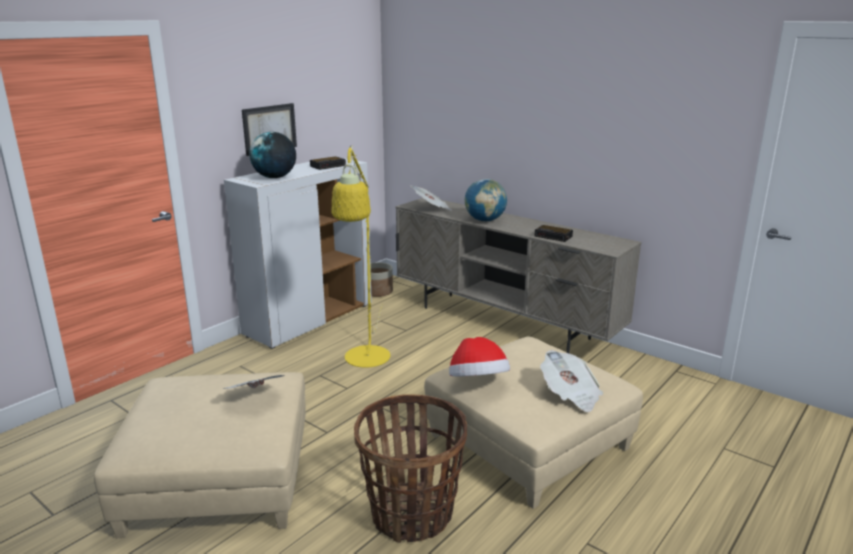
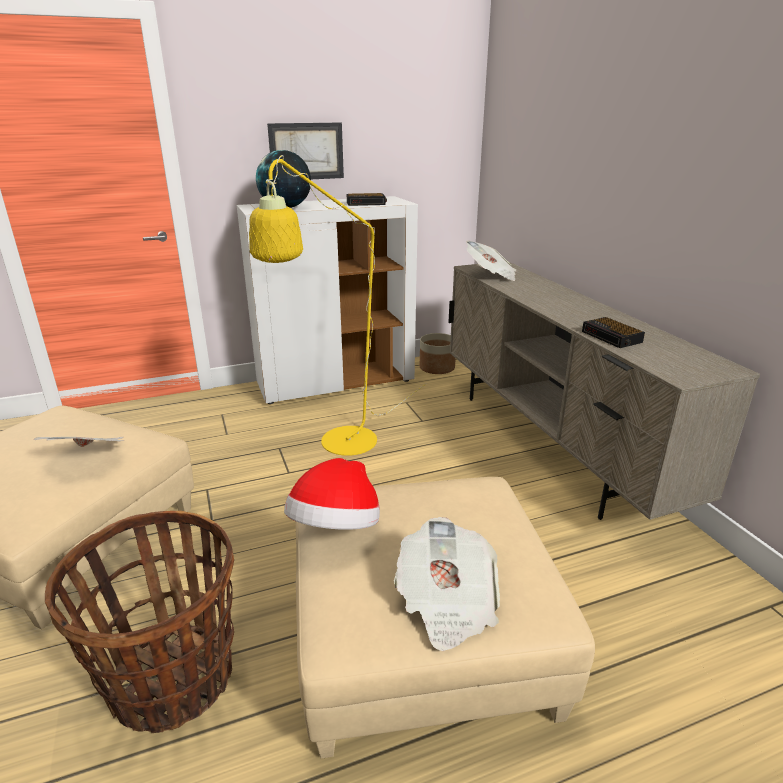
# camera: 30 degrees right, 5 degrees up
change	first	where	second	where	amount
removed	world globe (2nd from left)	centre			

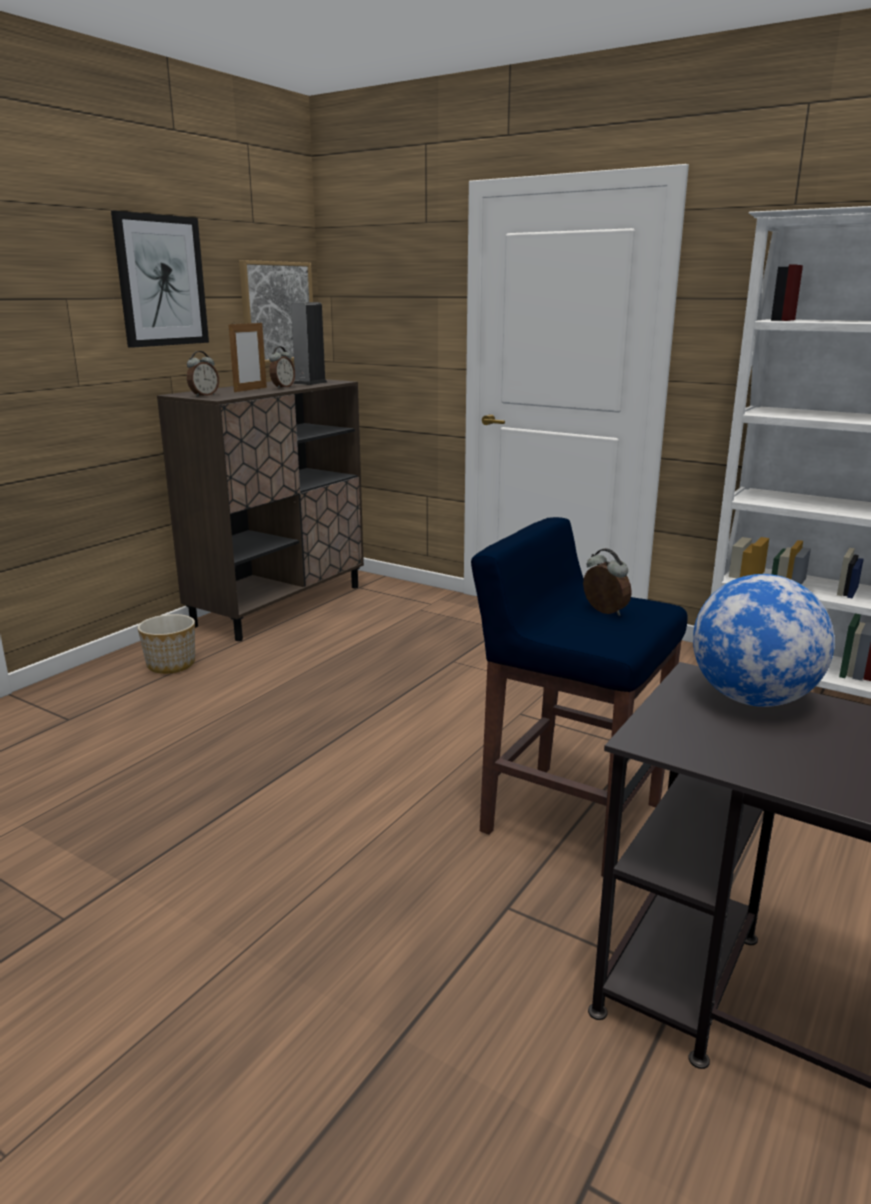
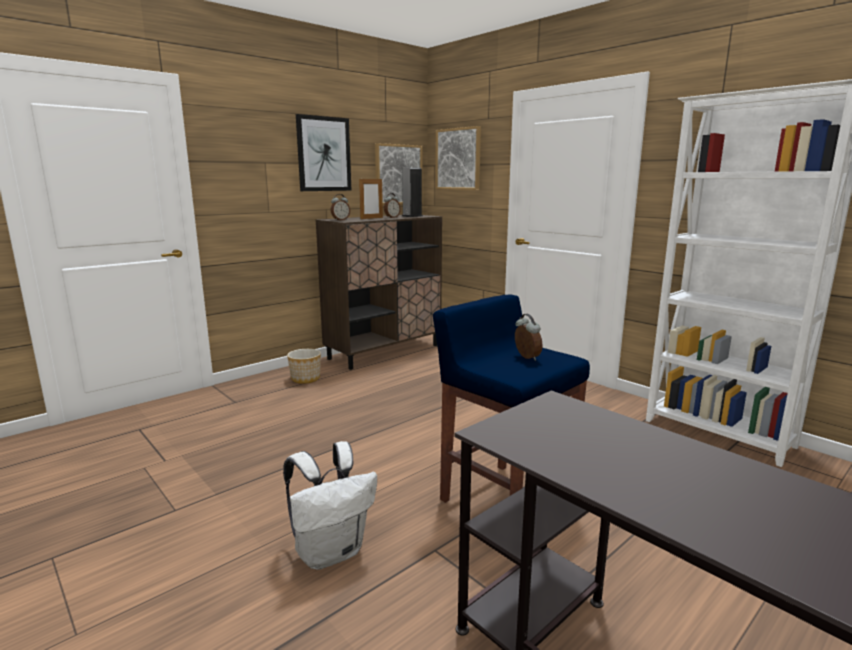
# camera: 15 degrees right, 5 degrees down
change	first	where	second	where	amount
removed	world globe	middle right			
added			picture (3rd from left)	top centre	
added			whitish backpack	bottom centre	

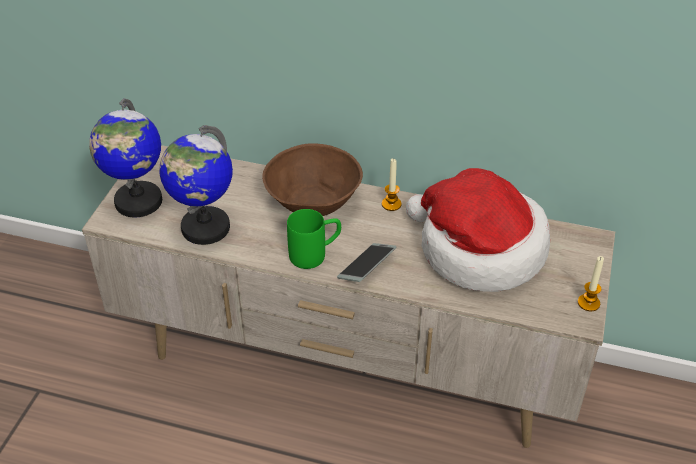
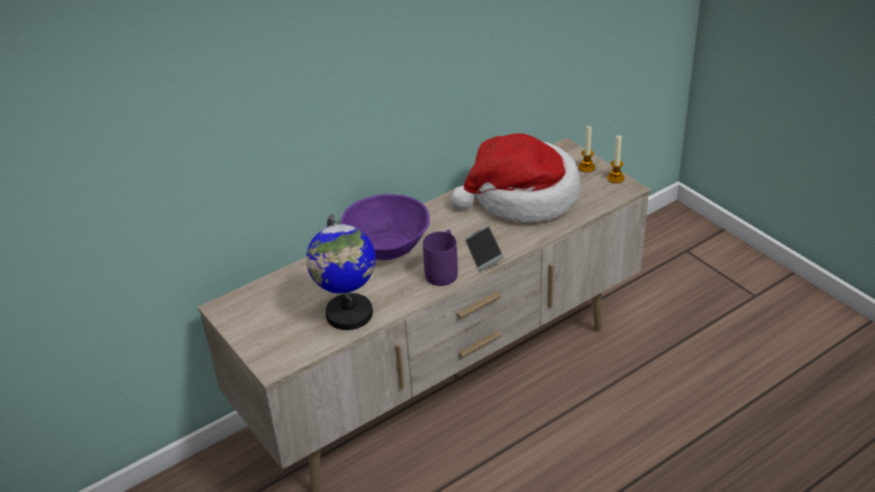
# camera: 50 degrees left, 5 degrees down
change	first	where	second	where	amount
removed	world globe (1st from left)	middle left			
recoloured	brown bowl	centre	purple bowl	centre	
moved	wax light (1st from left)	centre		top right	
recoloured	greenish coffee mug	centre	purple coffee mug	centre	

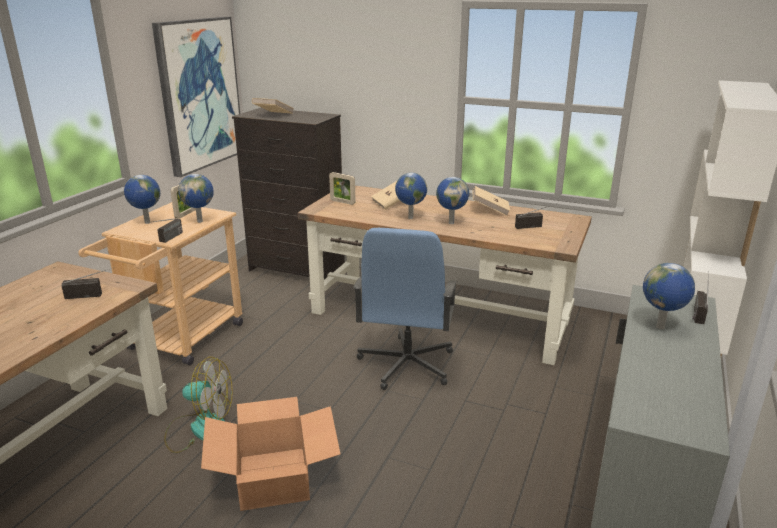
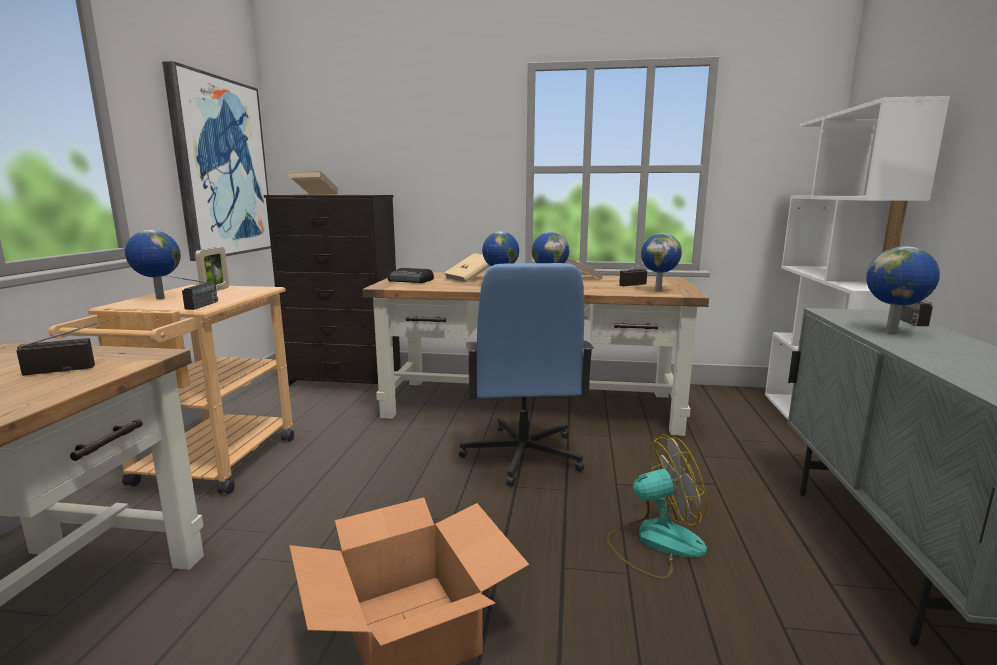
# camera: 15 degrees left, 10 degrees down
change	first	where	second	where	amount
replaced	standing frame (2nd from left)	centre	radio receiver (3rd from left)	centre	
moved	world globe (2nd from left in the first image)	middle left	world globe (4th from left)	centre	
moved	fan	bottom left		bottom centre	

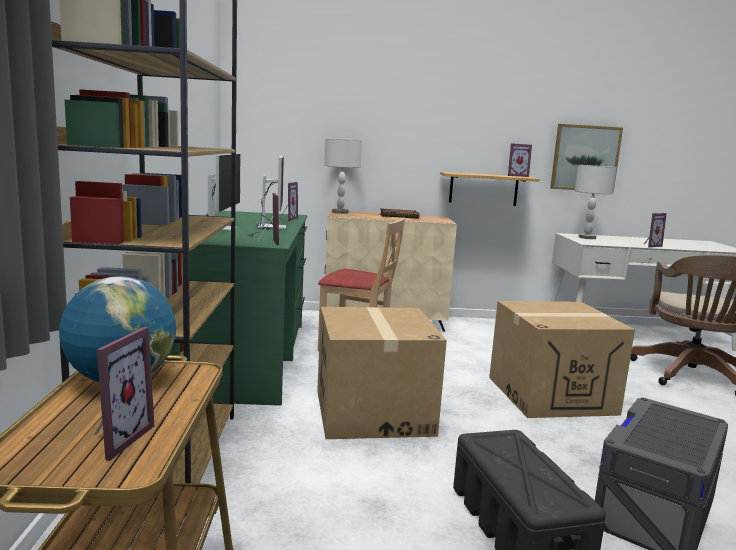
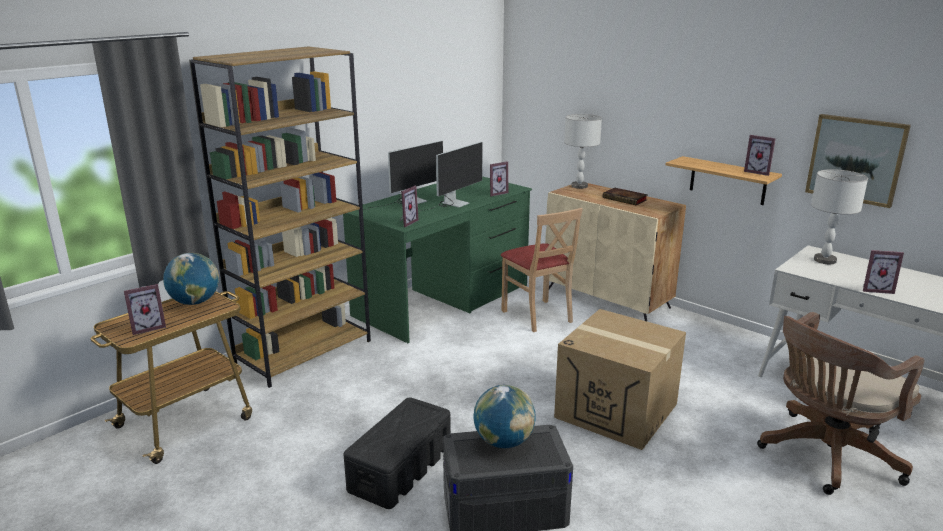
# camera: 45 degrees right, 10 degrees up
change	first	where	second	where	amount
removed	cardboard box (1st from left)	bottom centre			
added			world globe (2nd from left)	bottom centre	

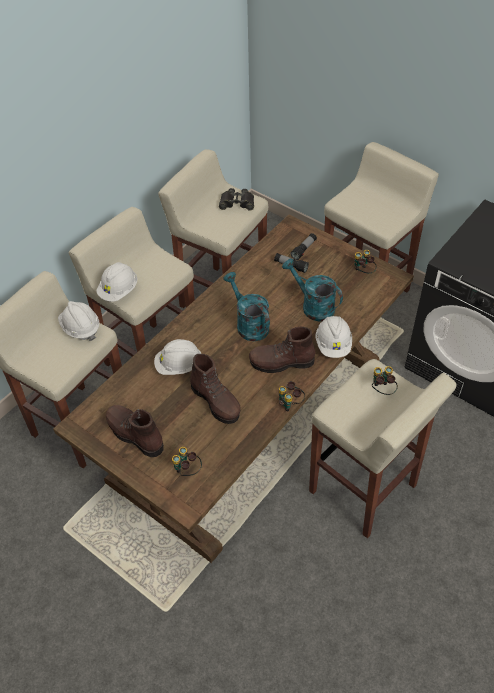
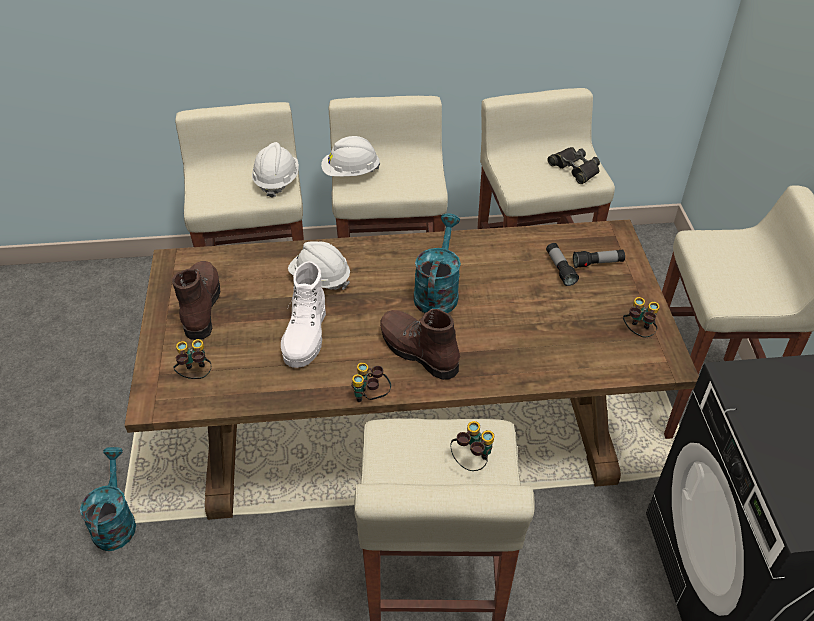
# camera: 45 degrees right, 5 degrees down
change	first	where	second	where	amount
moved	turquoise watering pot (2nd from left in the first image)	centre	turquoise watering pot (1st from left)	bottom left	
removed	whitish work helmet (4th from left)	middle right			
recoloured	brown high-top boot (2nd from left)	centre	whitish high-top boot	centre	

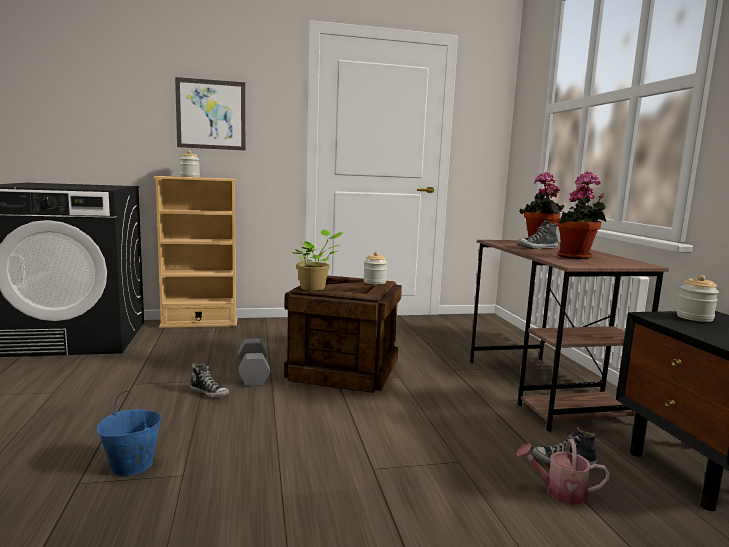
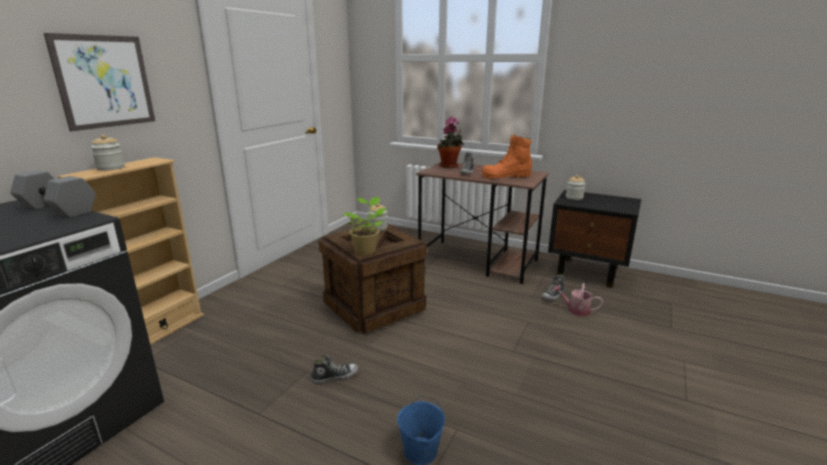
# camera: 50 degrees left, 10 degrees up
change	first	where	second	where	amount
replaced	houseplant (3rd from left)	middle right	orangey high-top boot	centre	
moved	greyish free weight	centre		middle left	
turned	watering pot	bottom right		middle right	60 degrees clockwise

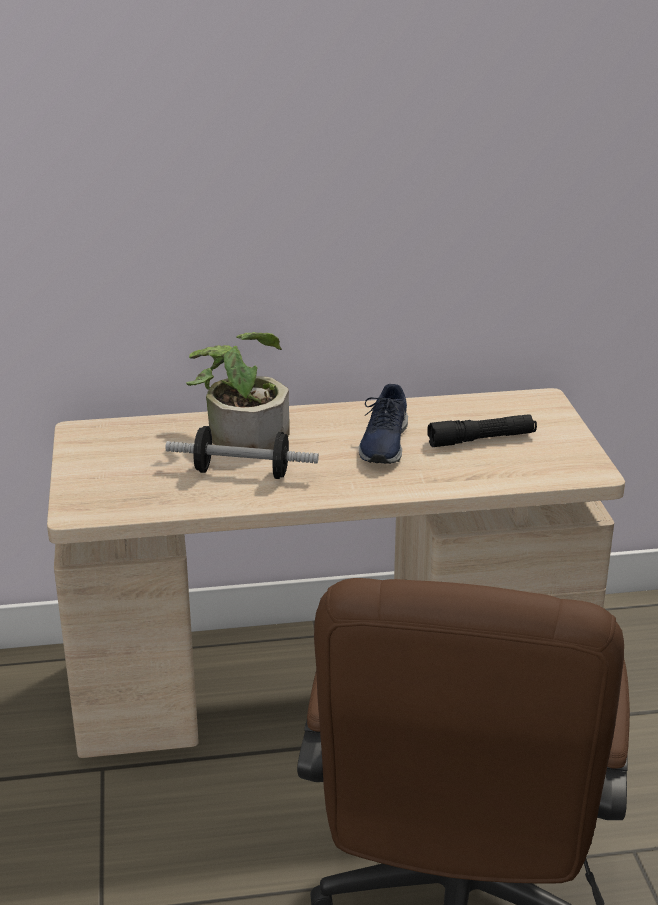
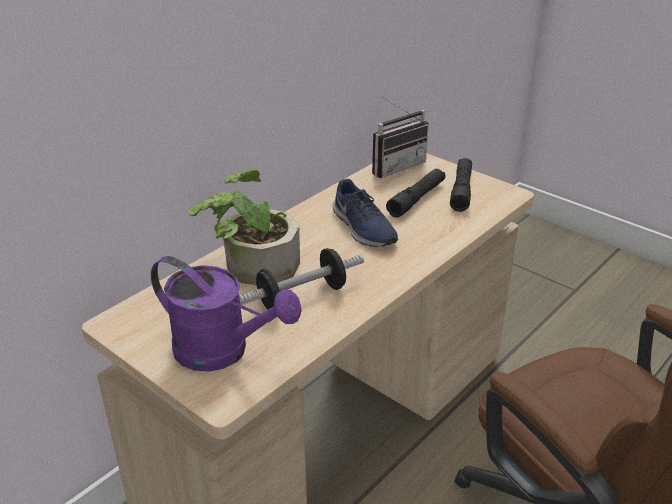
# camera: 40 degrees left, 5 degrees up
change	first	where	second	where	amount
added			radio receiver	top centre	
added			black hand torch (2nd from left)	middle right	
added			purple watering pot	centre	

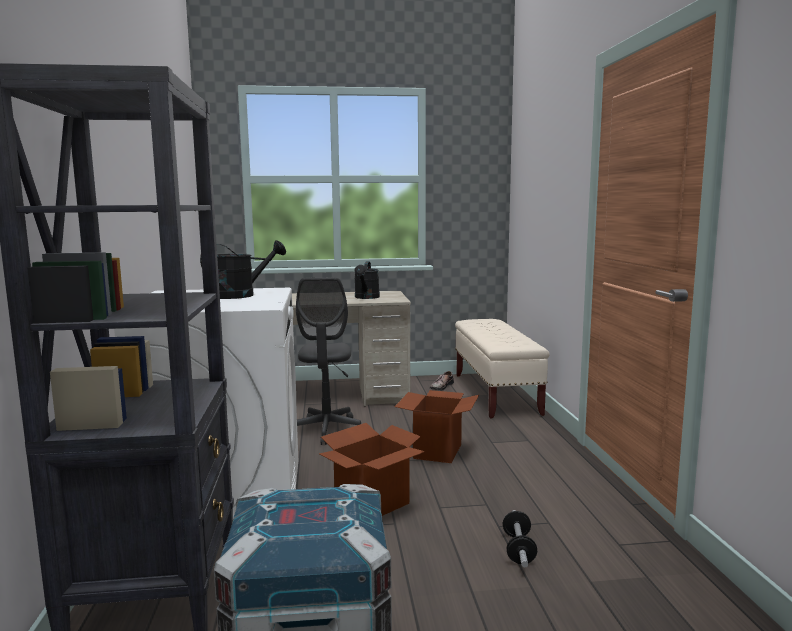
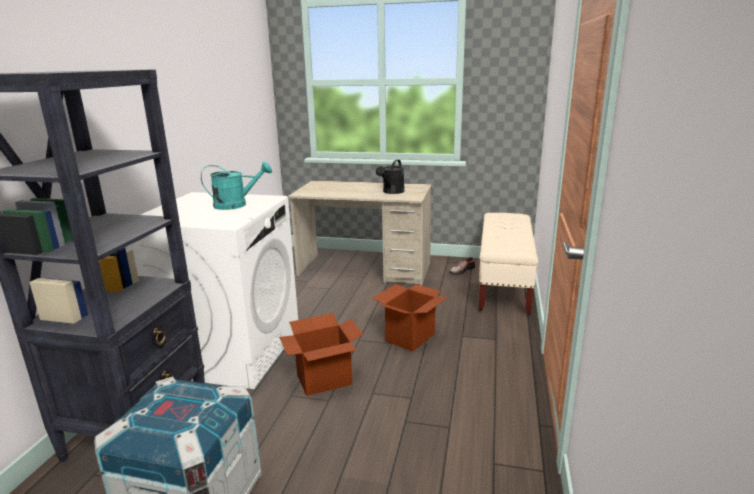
# camera: 20 degrees right, 10 degrees up
change	first	where	second	where	amount
recoloured	black watering pot (1st from left)	middle left	turquoise watering pot	middle left	
removed	greyish computer chair	centre			
removed	free weight	bottom centre			

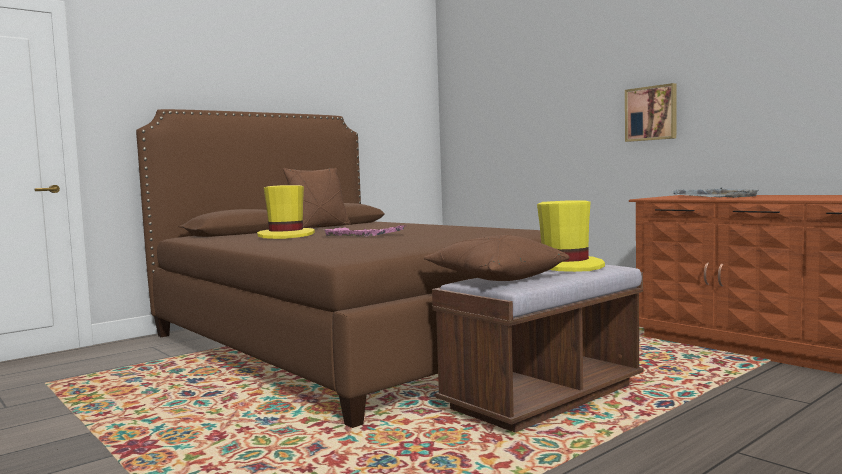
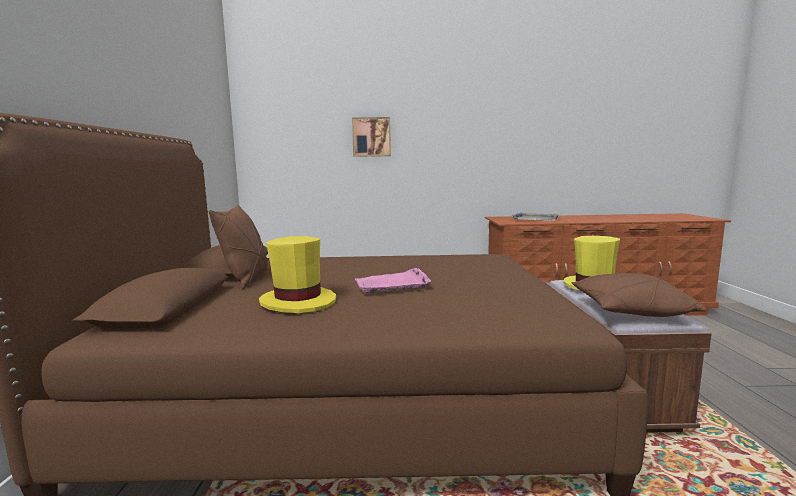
# camera: 50 degrees left, 5 degrees up
change	first	where	second	where	amount
moved	picture	top right		top centre	

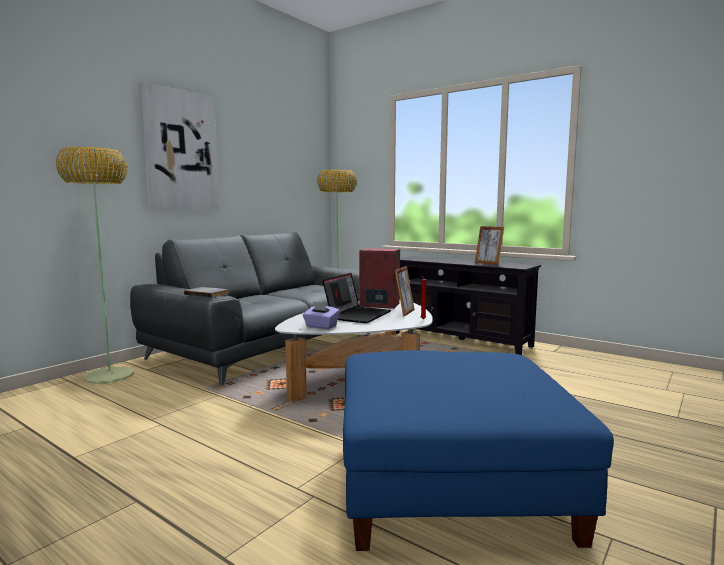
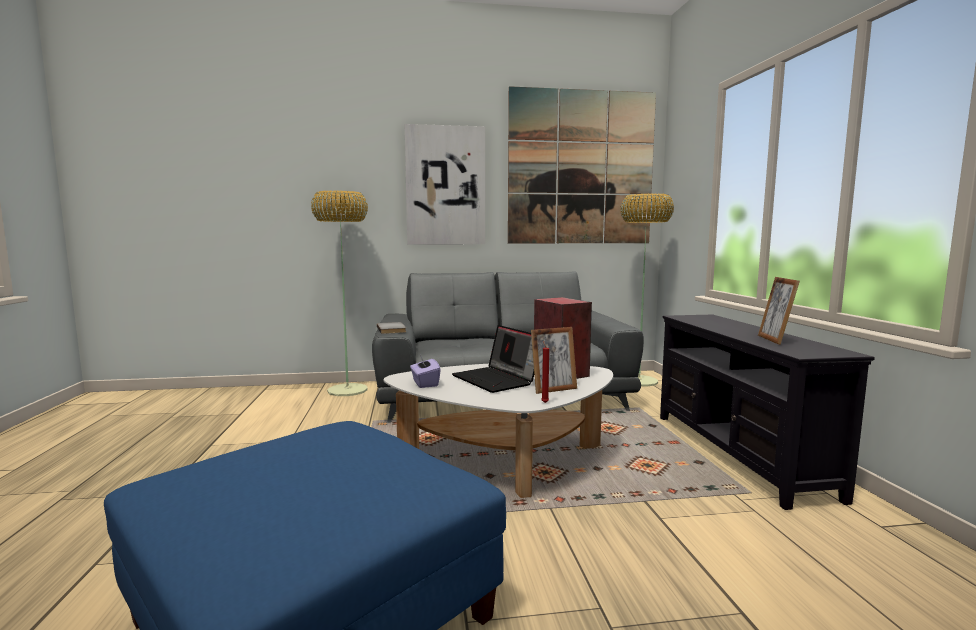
# camera: 45 degrees right, 0 degrees up
change	first	where	second	where	amount
turned	portable computer	centre		centre	75 degrees clockwise
added			picture (2nd from left)	top centre	

